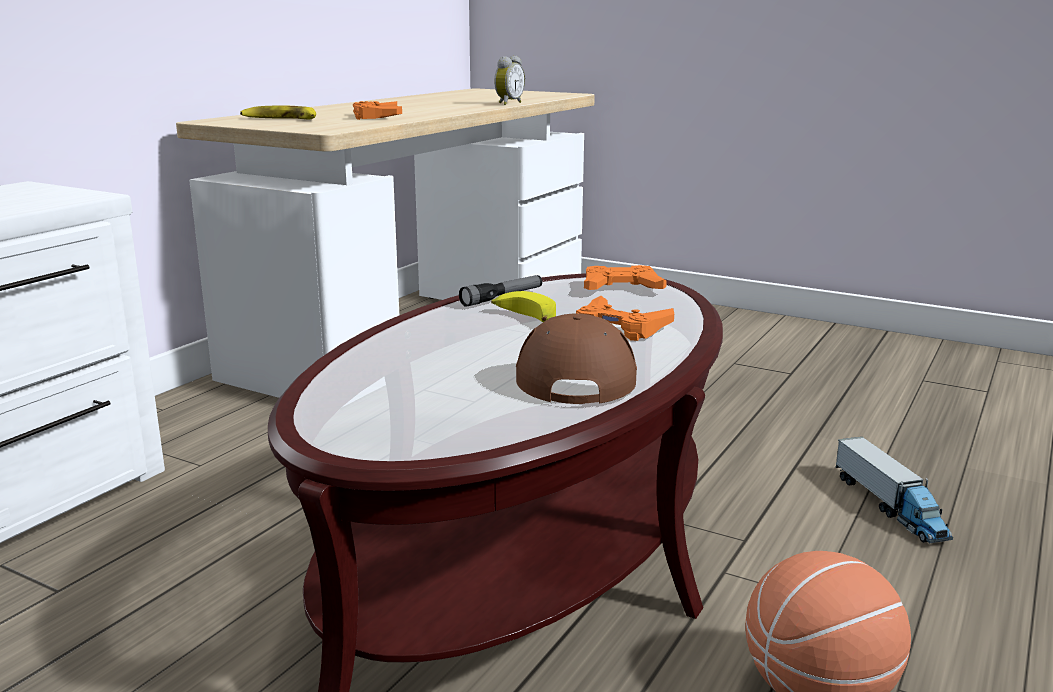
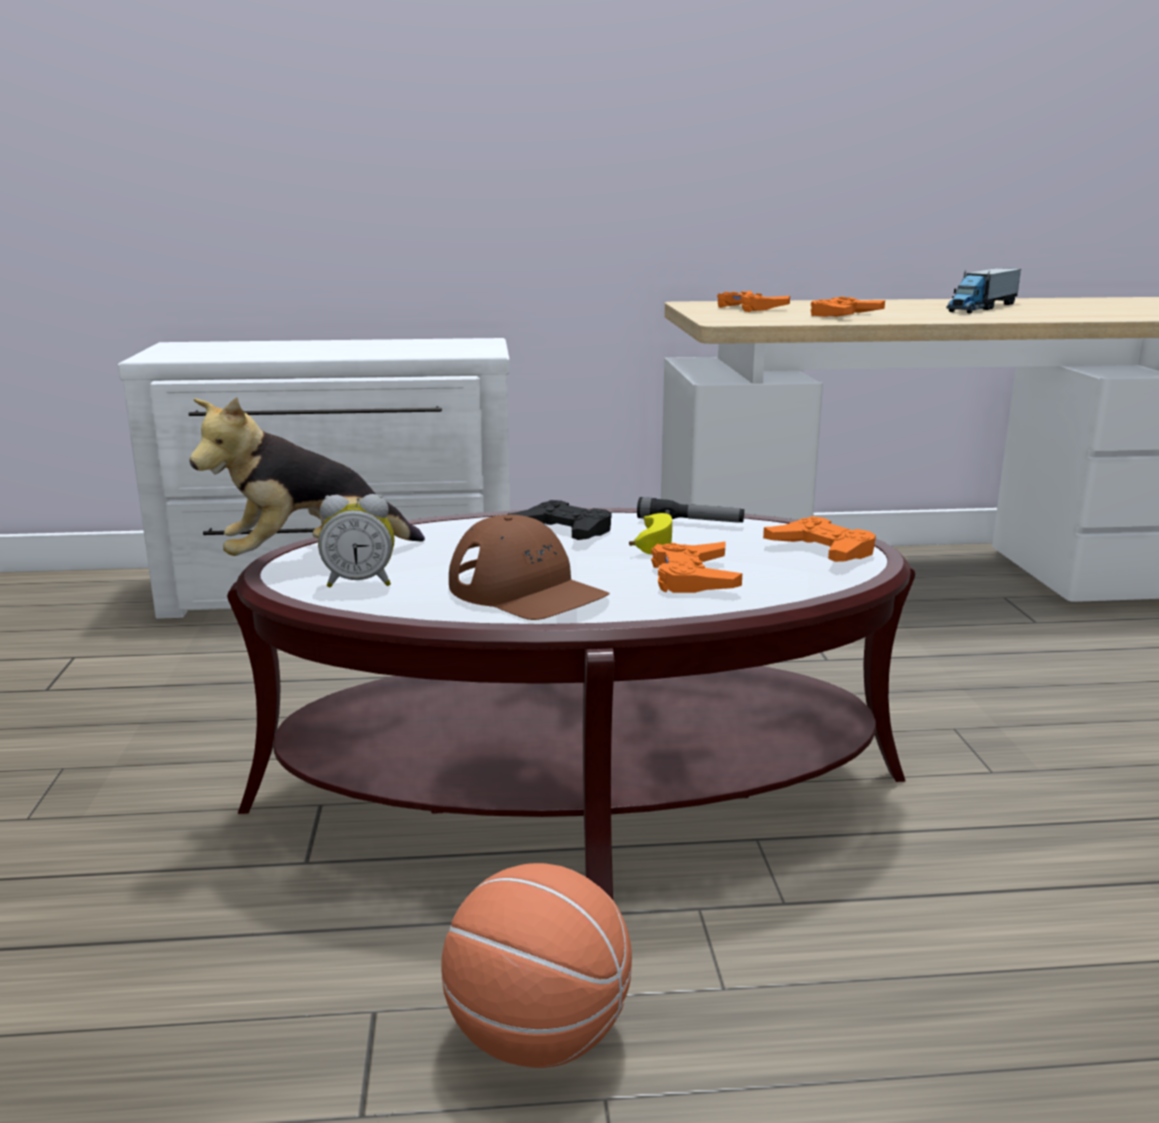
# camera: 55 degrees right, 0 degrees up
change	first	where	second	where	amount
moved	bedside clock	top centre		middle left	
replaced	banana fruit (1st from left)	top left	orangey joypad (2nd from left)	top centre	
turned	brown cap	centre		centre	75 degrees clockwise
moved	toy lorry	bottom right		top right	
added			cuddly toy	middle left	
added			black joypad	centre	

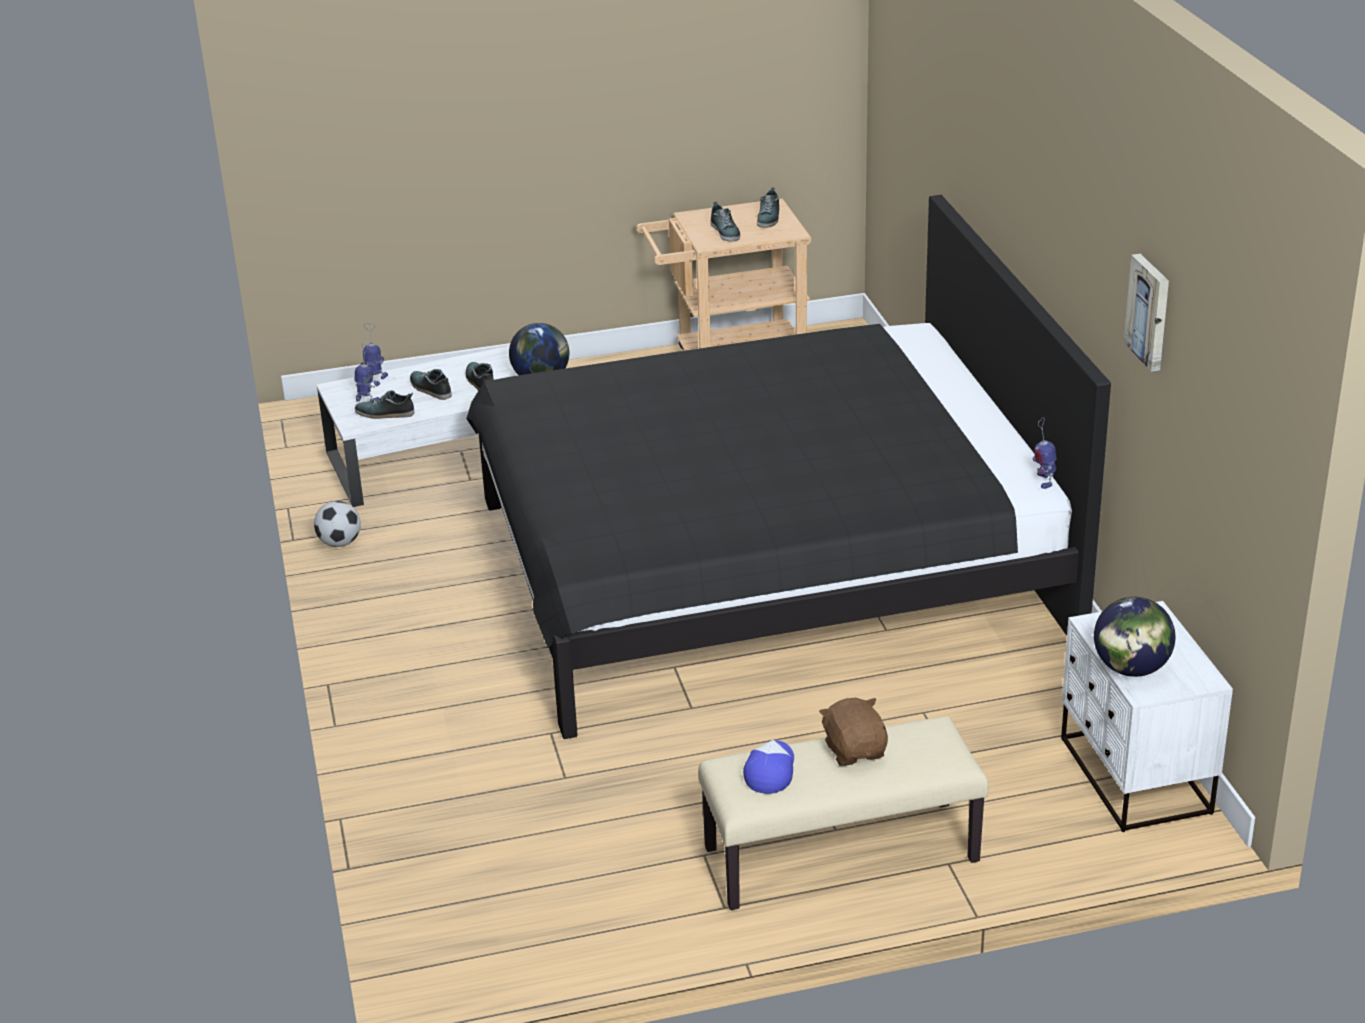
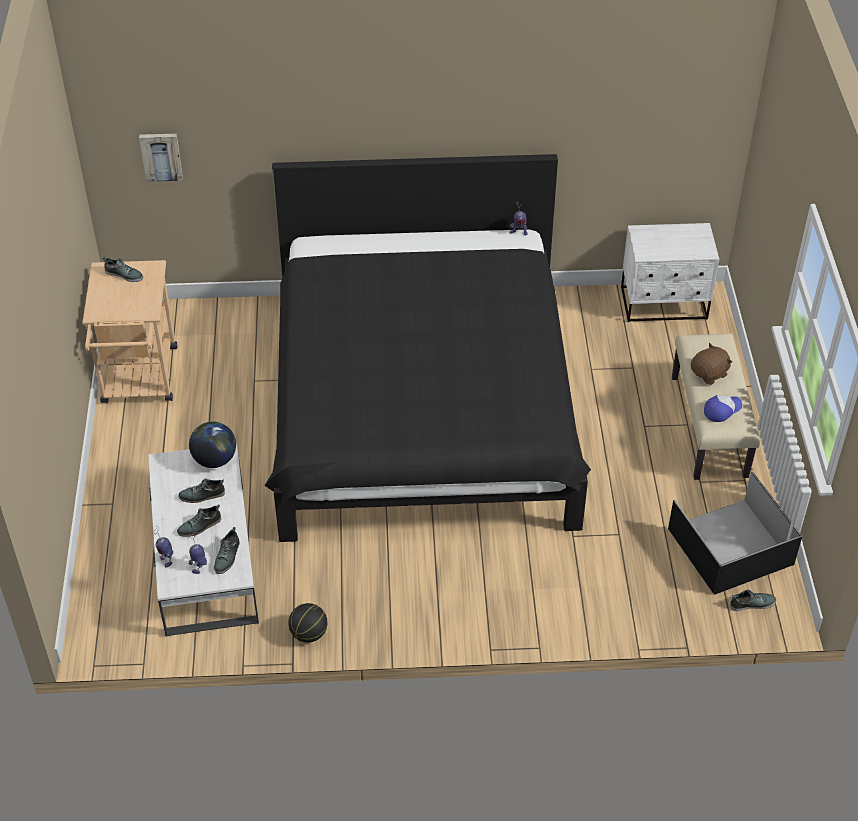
# camera: 80 degrees left, 15 degrees up
change	first	where	second	where	amount
moved	low shoe (4th from left in the first image)	top centre	low shoe (5th from left)	bottom right	
moved	picture	top right		top left	
replaced	football ball	middle left	basketball	bottom centre	
removed	world globe (2nd from left)	middle right			
turned	brown cuddly toy	bottom centre		middle right	150 degrees clockwise
turned	cap	bottom centre		middle right	120 degrees clockwise
added			black storage box	middle right	

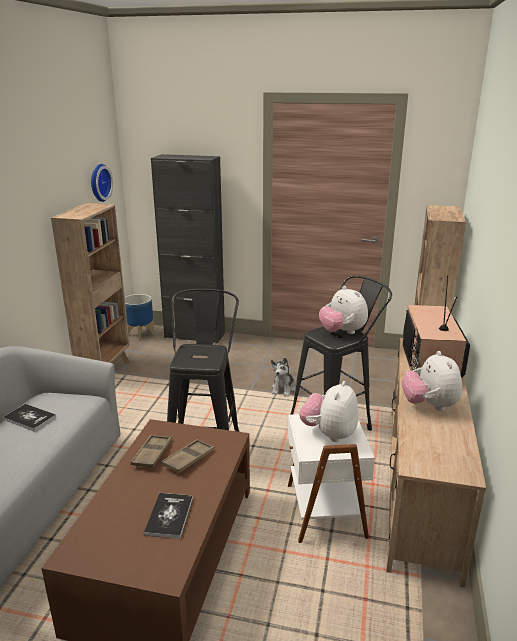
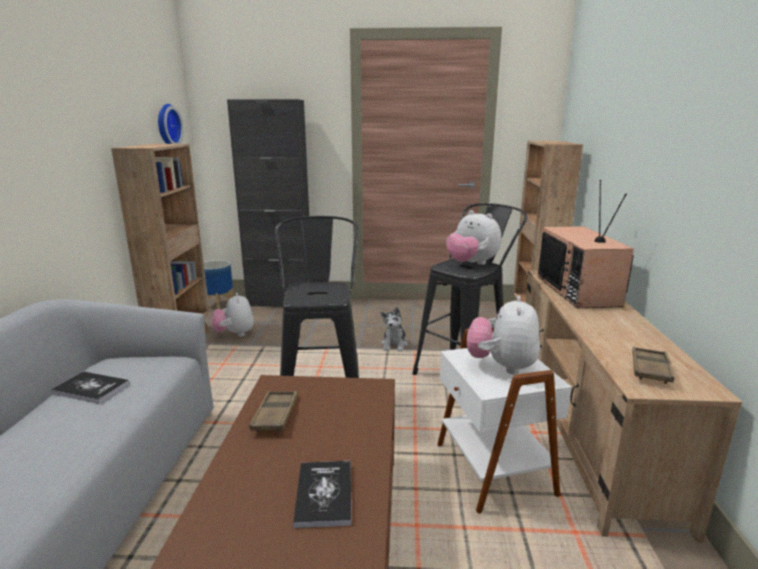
# camera: 10 degrees left, 5 degrees down
change	first	where	second	where	amount
moved	cuddly toy (4th from left in the first image)	middle right	cuddly toy (1st from left)	middle left	
moved	brown carrying tray (2nd from left)	bottom centre		middle right	

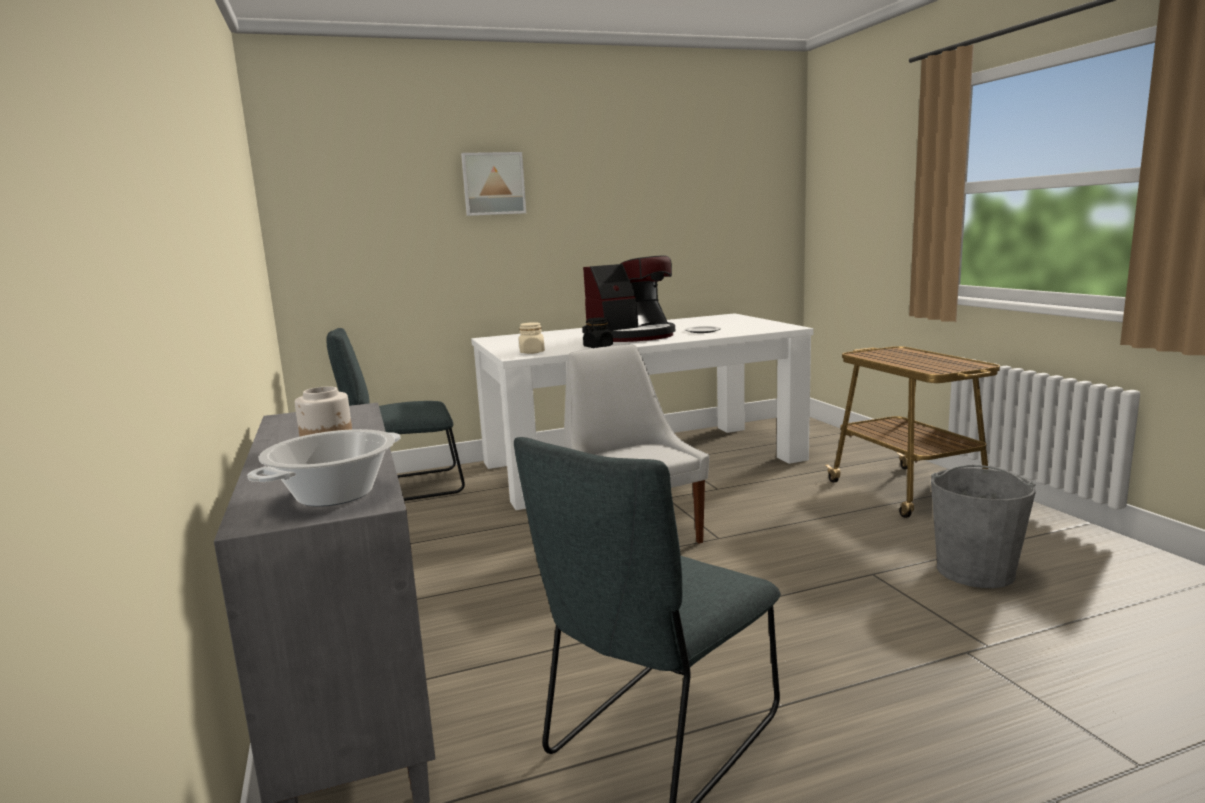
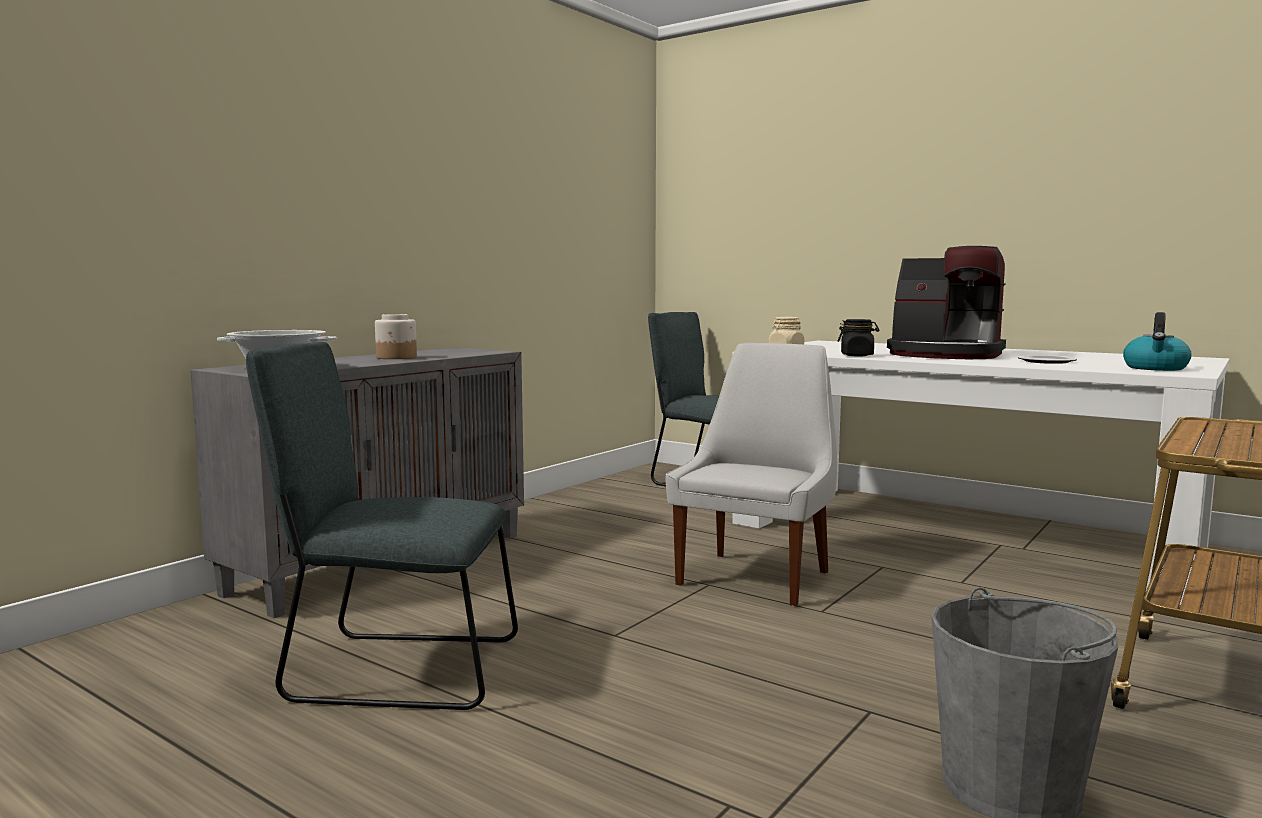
# camera: 55 degrees right, 5 degrees down
change	first	where	second	where	amount
removed	picture	top centre			
added			water kettle	middle right	

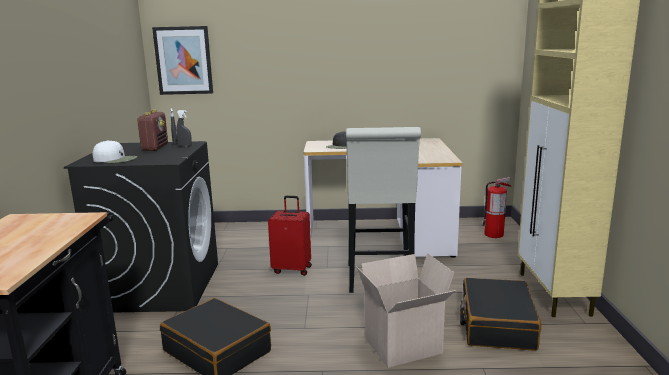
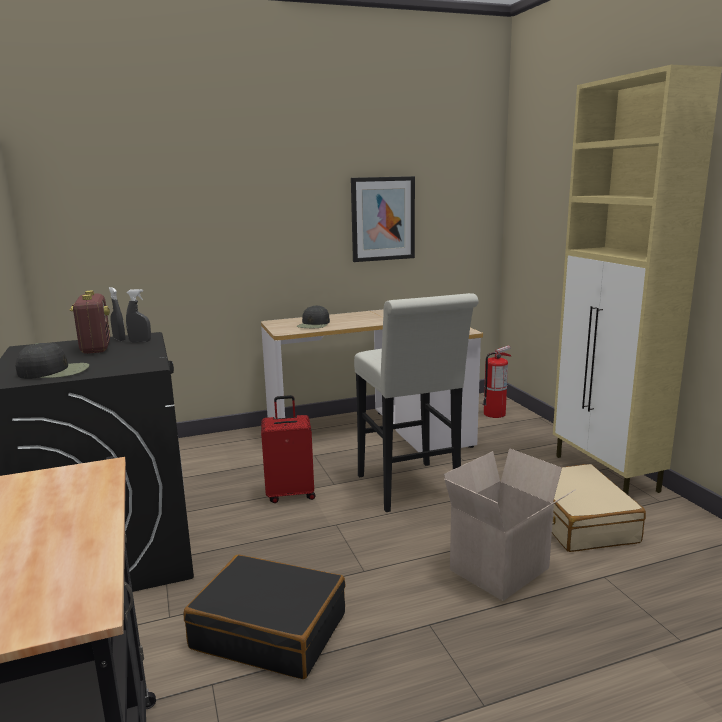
# camera: 20 degrees left, 0 degrees up
change	first	where	second	where	amount
moved	picture	top left		top centre	
recoloured	whitish cap	middle left	black cap (1st from left)	middle left	
recoloured	black suitcase (2nd from left)	bottom right	beige suitcase	bottom right	

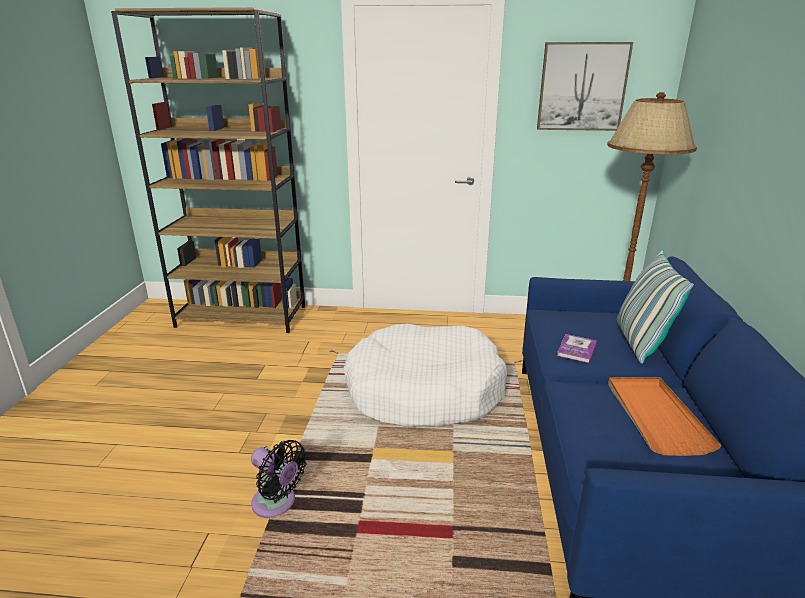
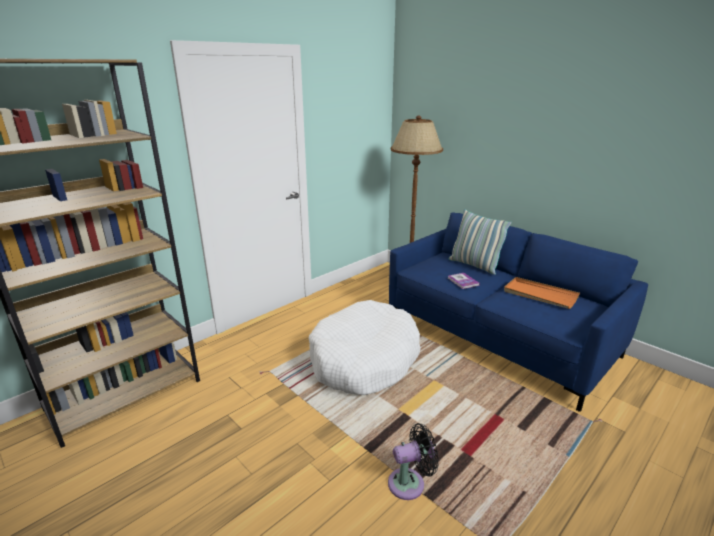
# camera: 50 degrees left, 0 degrees up
change	first	where	second	where	amount
removed	picture	top right			

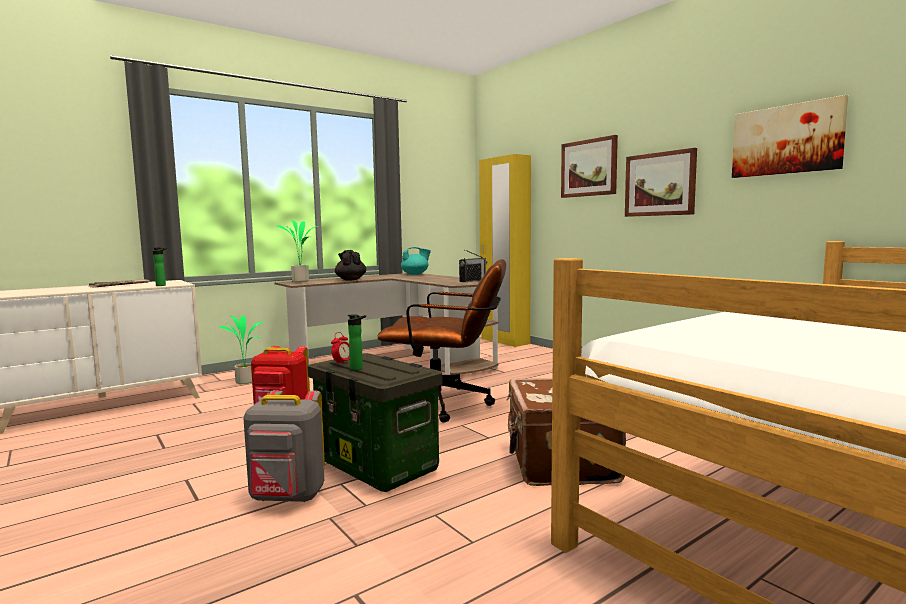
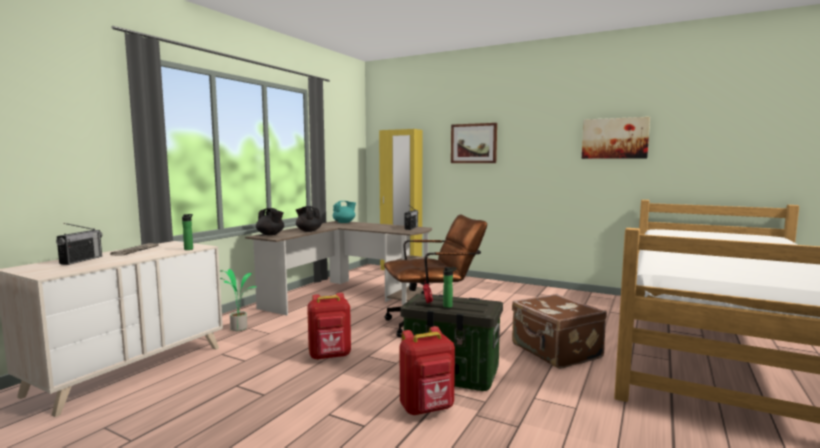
# camera: 25 degrees left, 0 degrees up
change	first	where	second	where	amount
removed	picture (2nd from left)	top right			
replaced	houseplant (2nd from left)	middle left	black tea pot (1st from left)	middle left	
recoloured	greyish backpack	bottom left	reddish backpack (2nd from left)	bottom centre	
added			radio receiver (1st from left)	middle left	

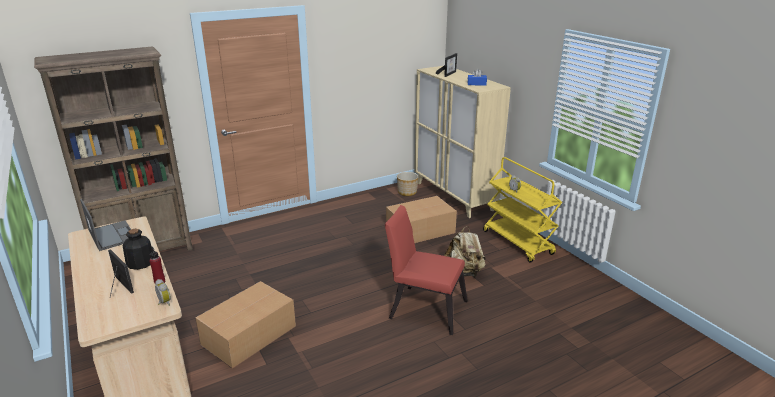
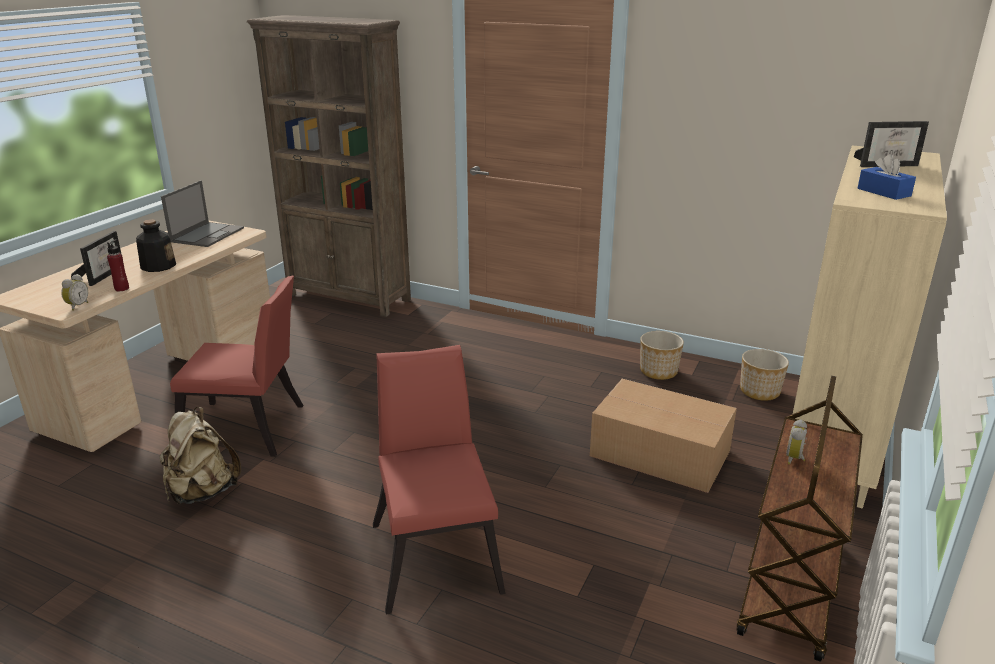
# camera: 55 degrees right, 0 degrees up
change	first	where	second	where	amount
recoloured	yellow cart	middle right	brown cart	bottom right	
moved	beige backpack	centre		bottom left	
replaced	cardboard box (1st from left)	bottom left	reddish plain chair (1st from left)	middle left	
added			planter (1st from left)	centre	

